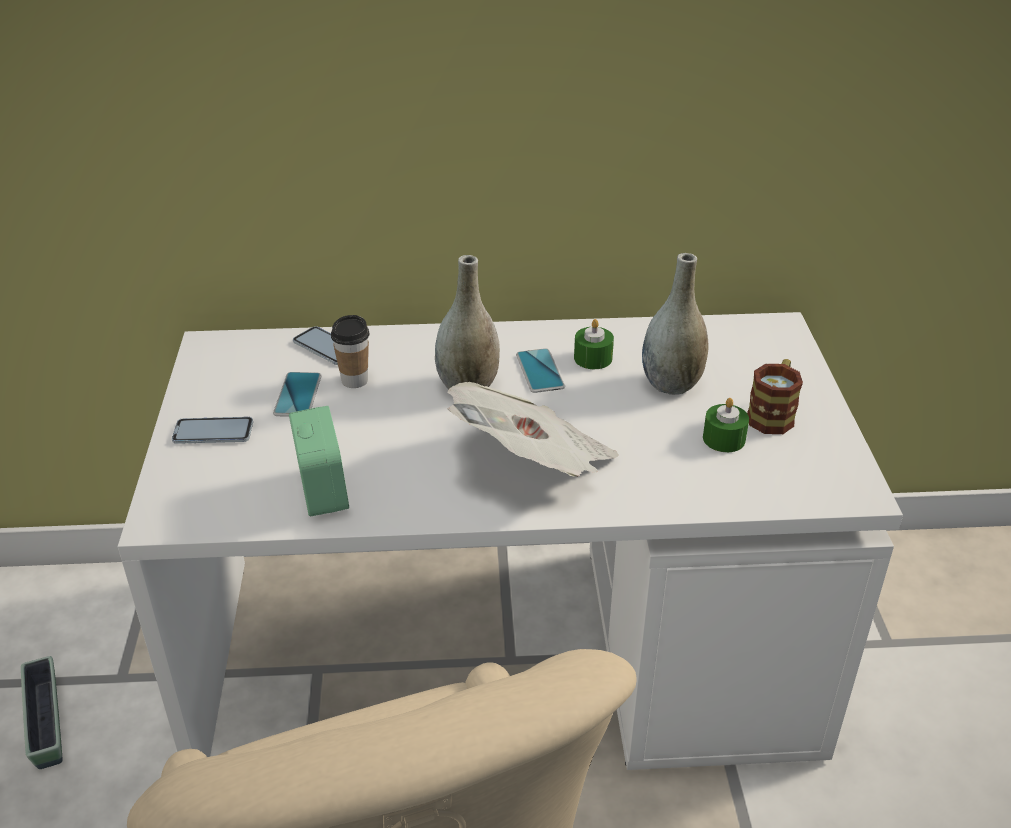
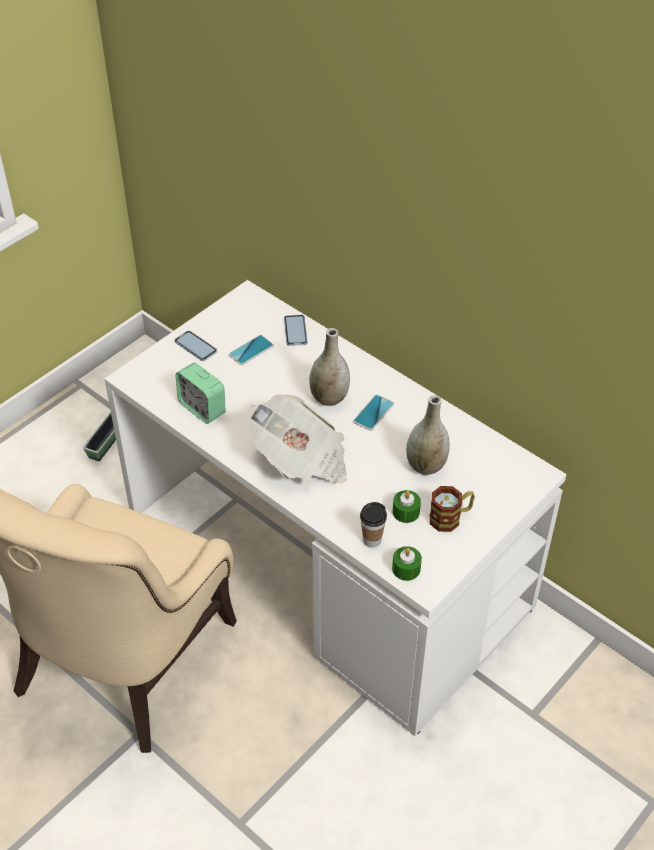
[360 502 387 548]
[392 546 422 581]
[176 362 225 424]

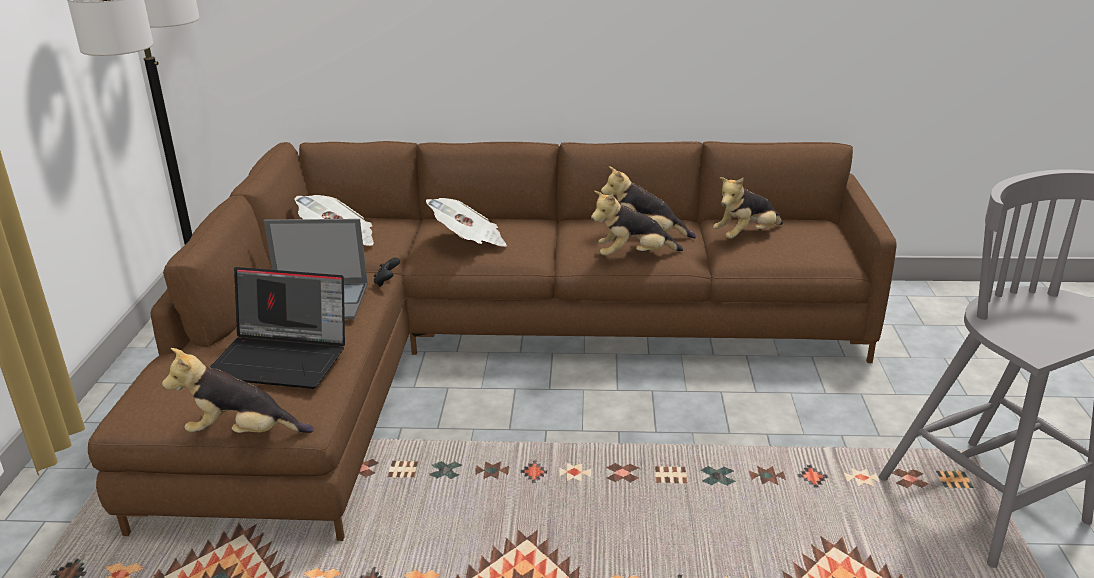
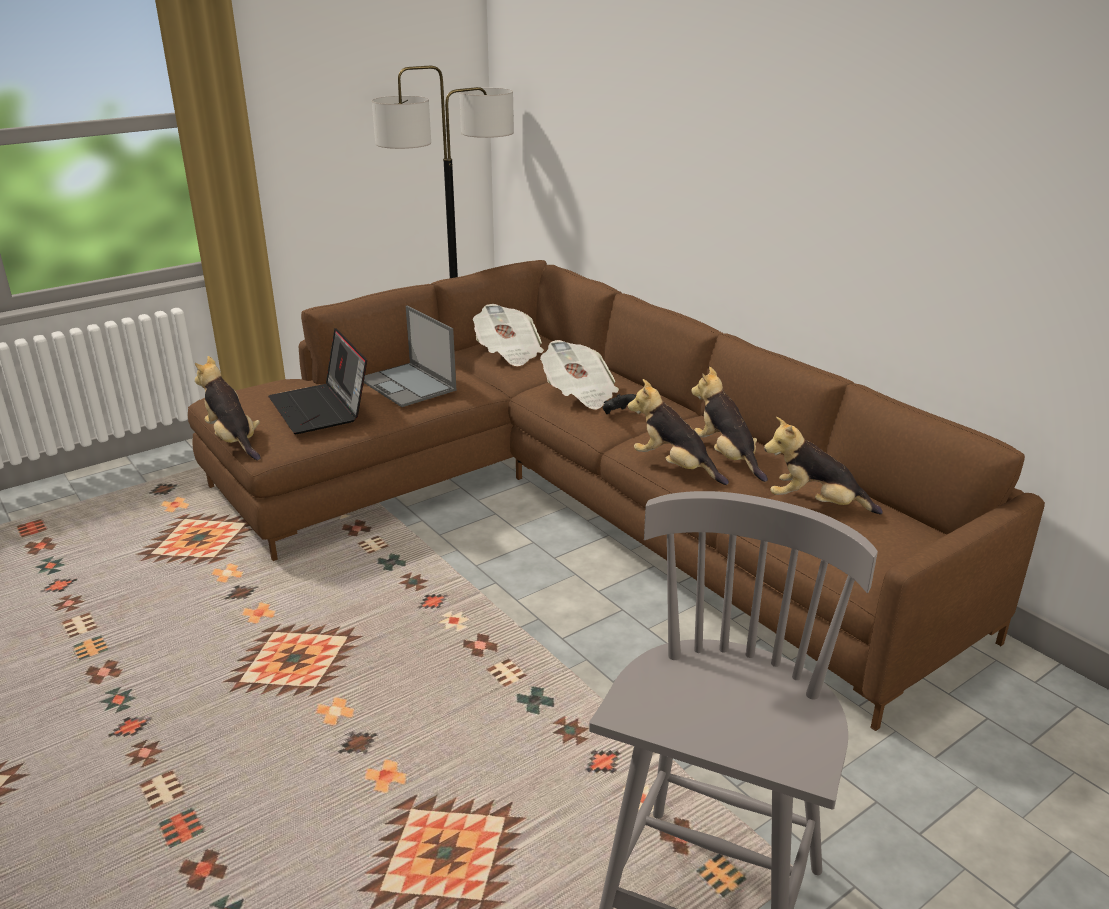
[603 394 636 414]

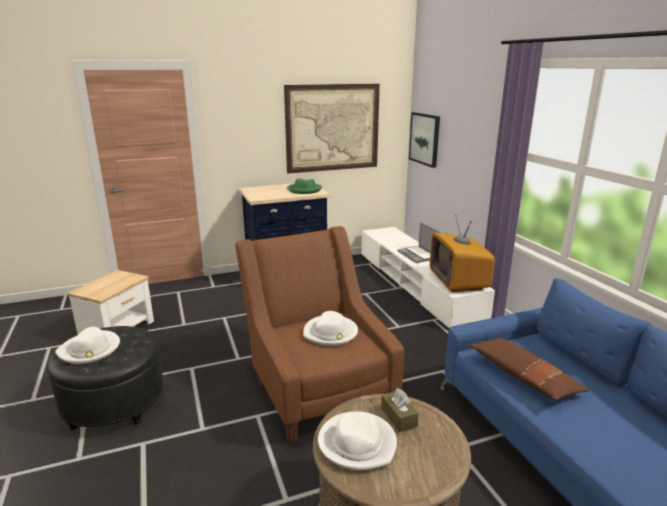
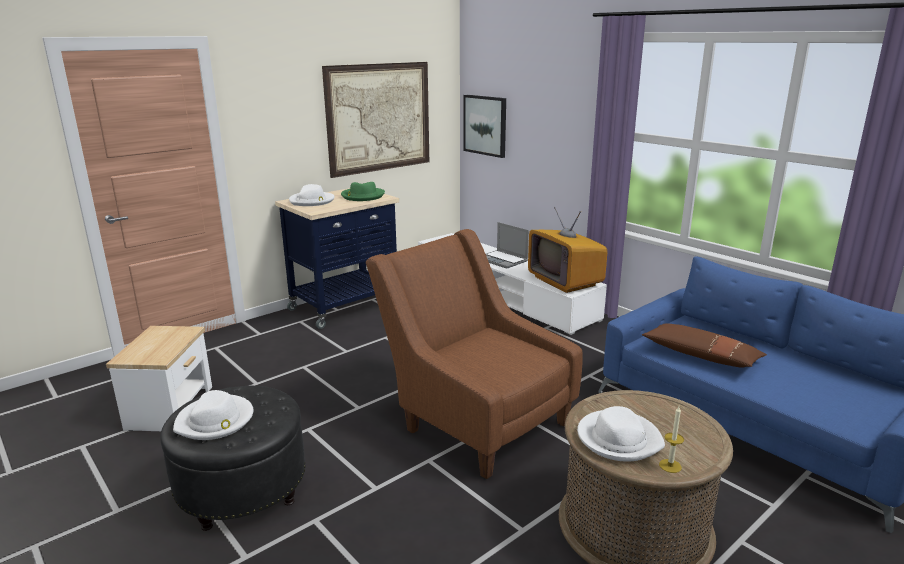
[381 388 419 432] (first image)
[659 407 684 473]
[289 184 335 206]

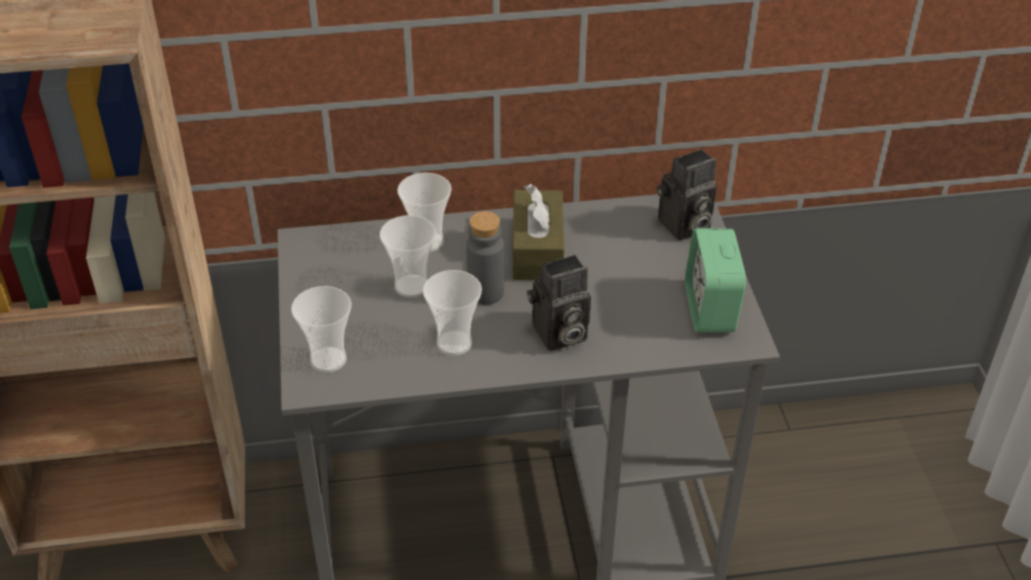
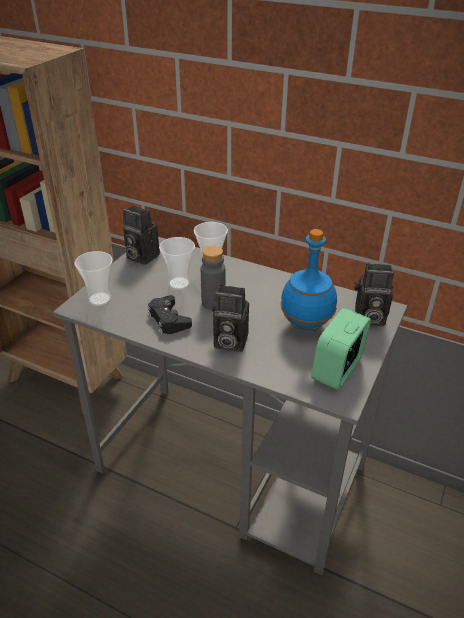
[513 184 564 280] (first image)
[123 205 160 265]
[281 229 337 333]
[148 295 192 334]

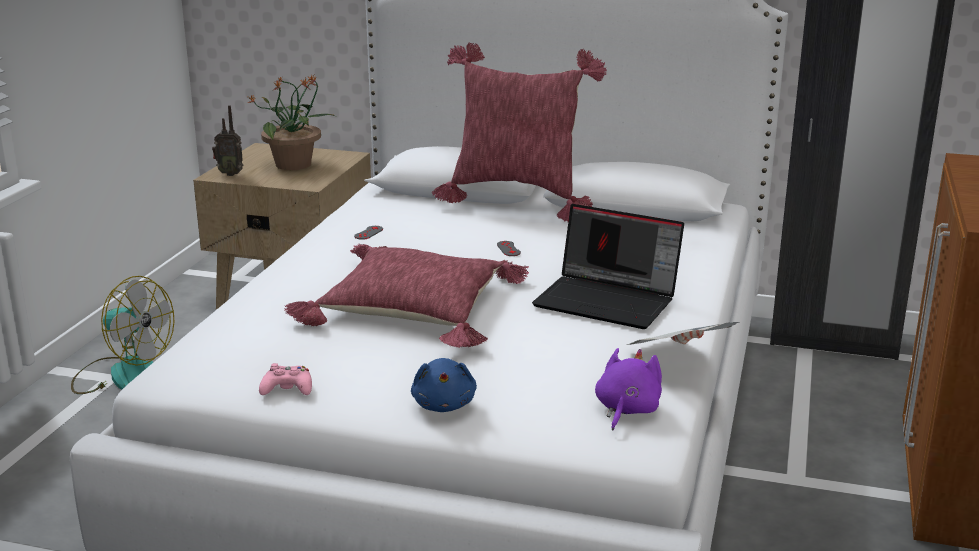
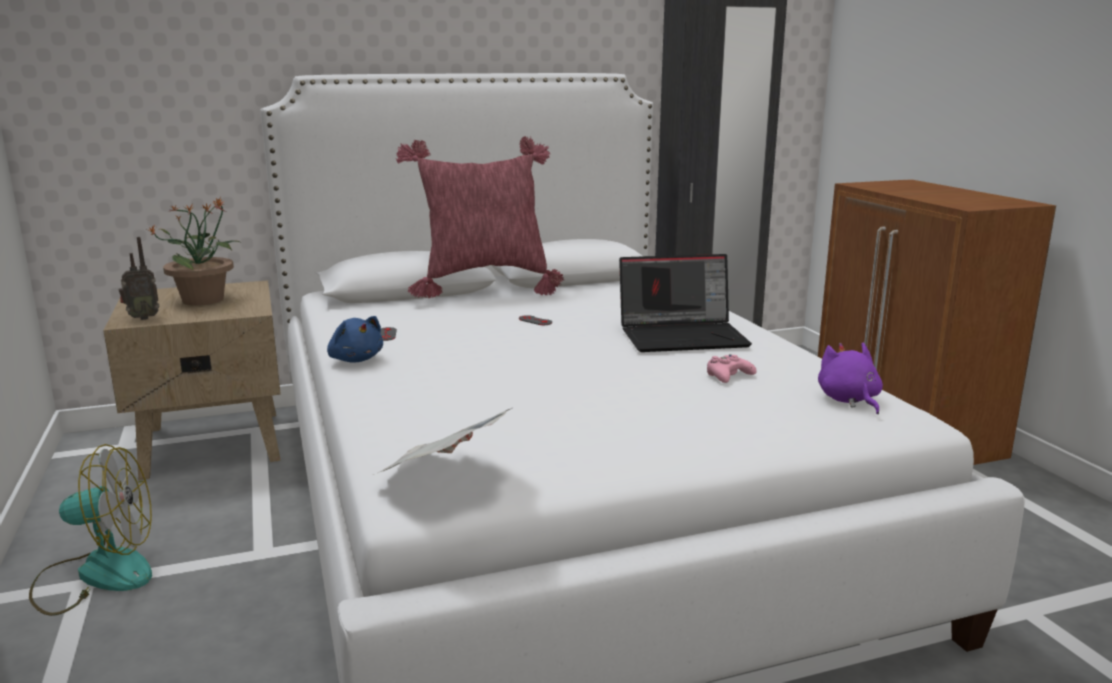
[284 244 529 348] (first image)
[707 354 757 383]
[327 316 383 363]
[373 408 512 475]

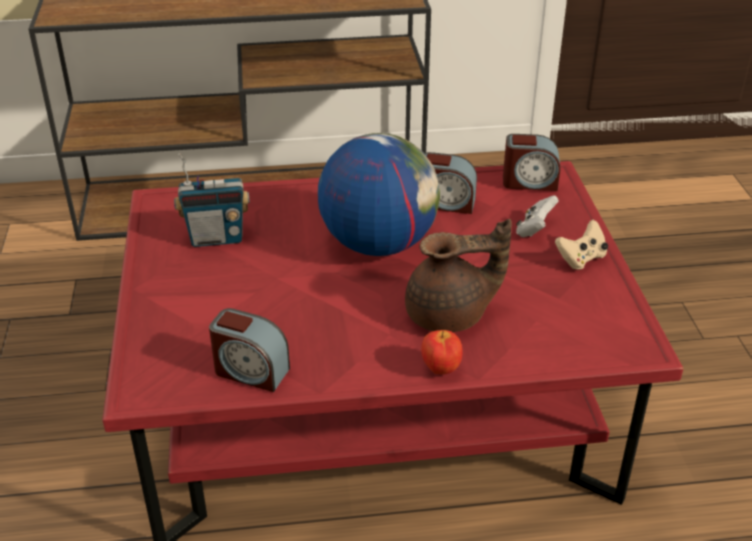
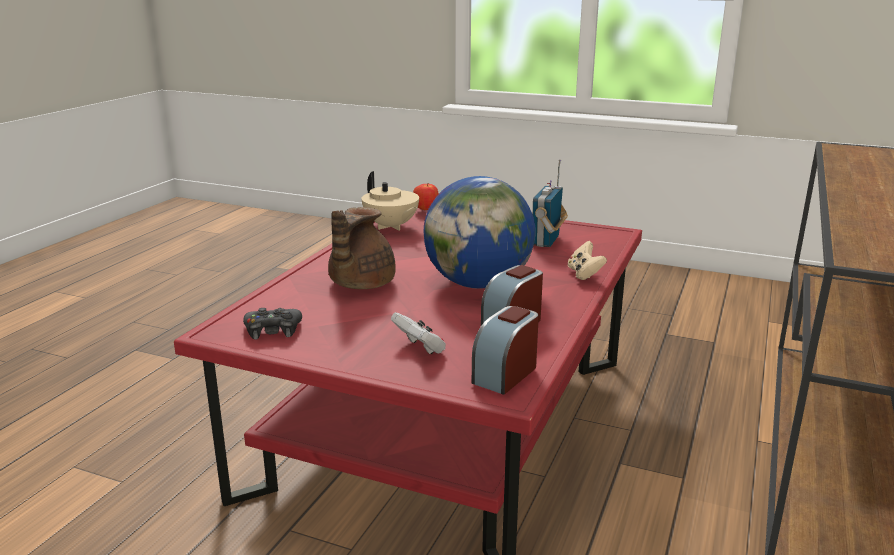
[243 308 302 340]
[413 184 439 210]
[568 241 607 280]
[362 171 419 231]

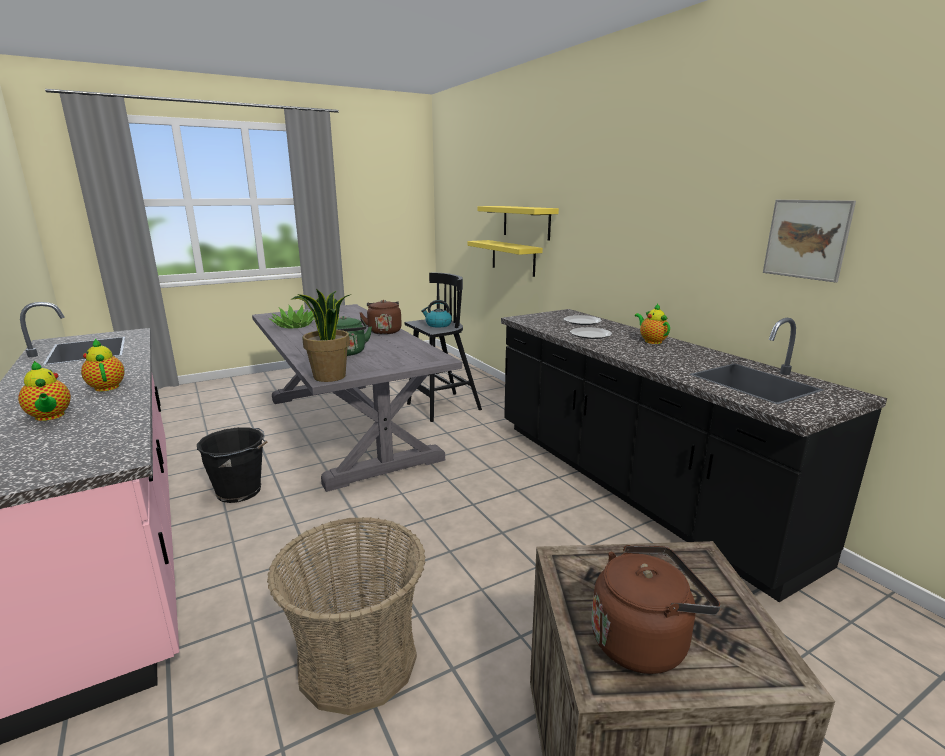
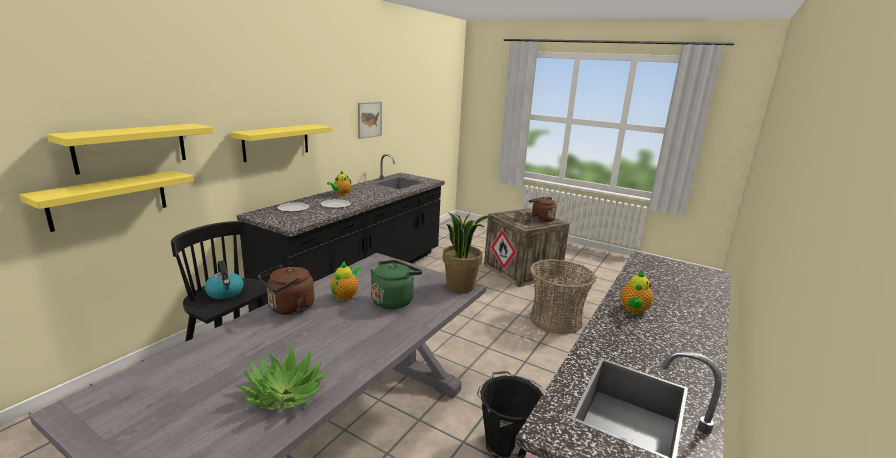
[230 124 332 162]
[330 262 361 301]

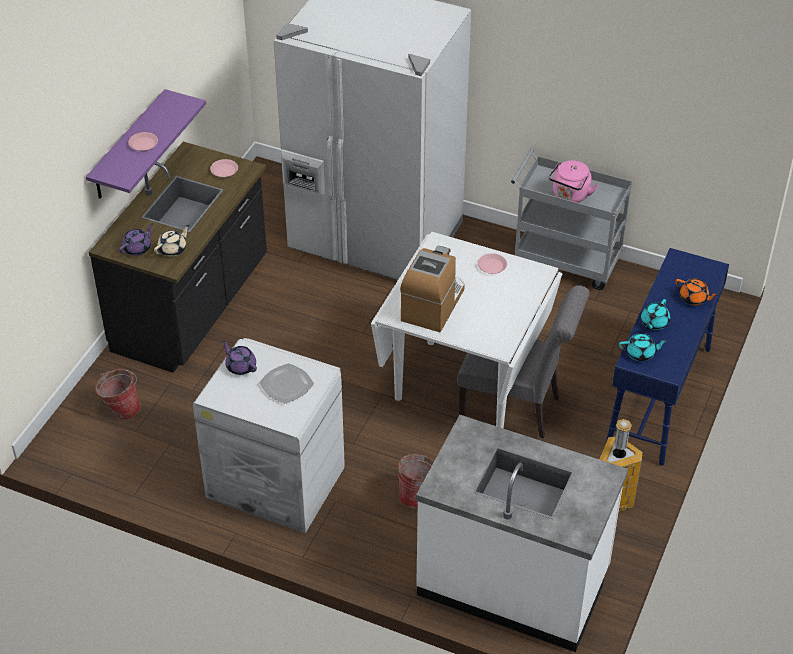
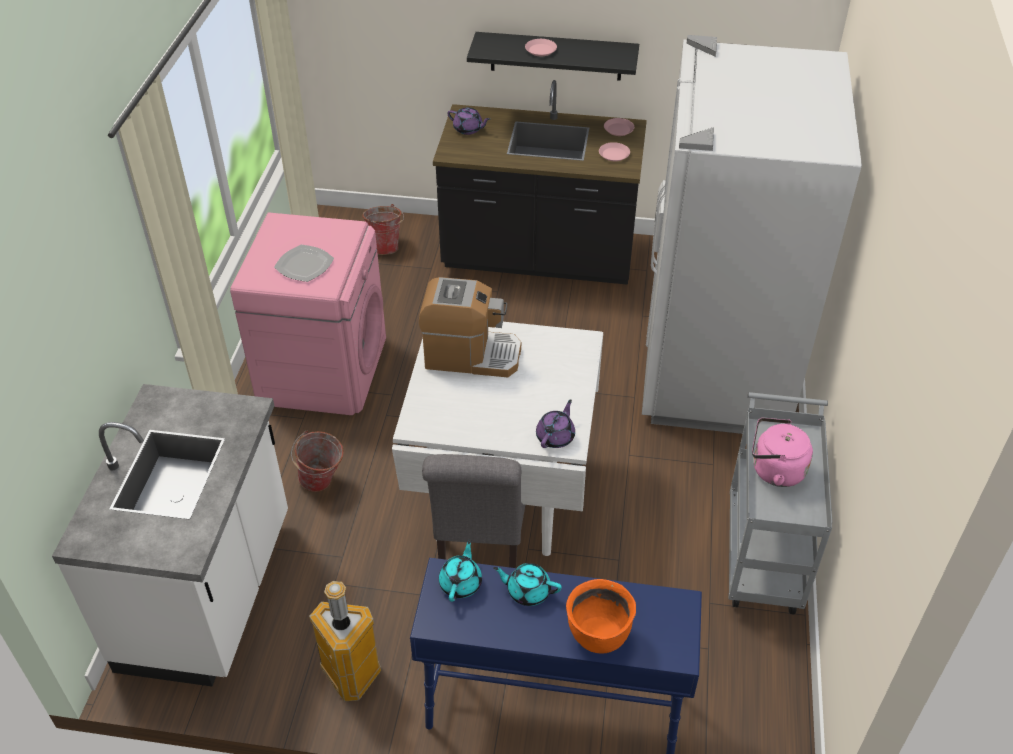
[154 225 190 257] (first image)
[536 399 575 448]
[604 118 634 136]
[566 579 636 653]
[467 32 639 81]
[230 212 386 415]
[439 539 482 602]

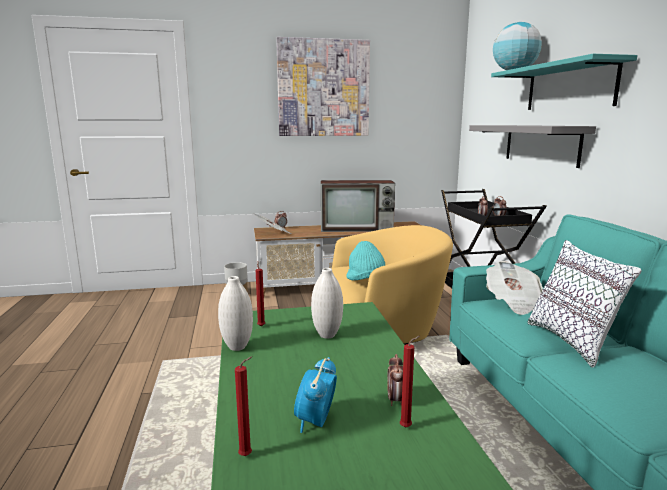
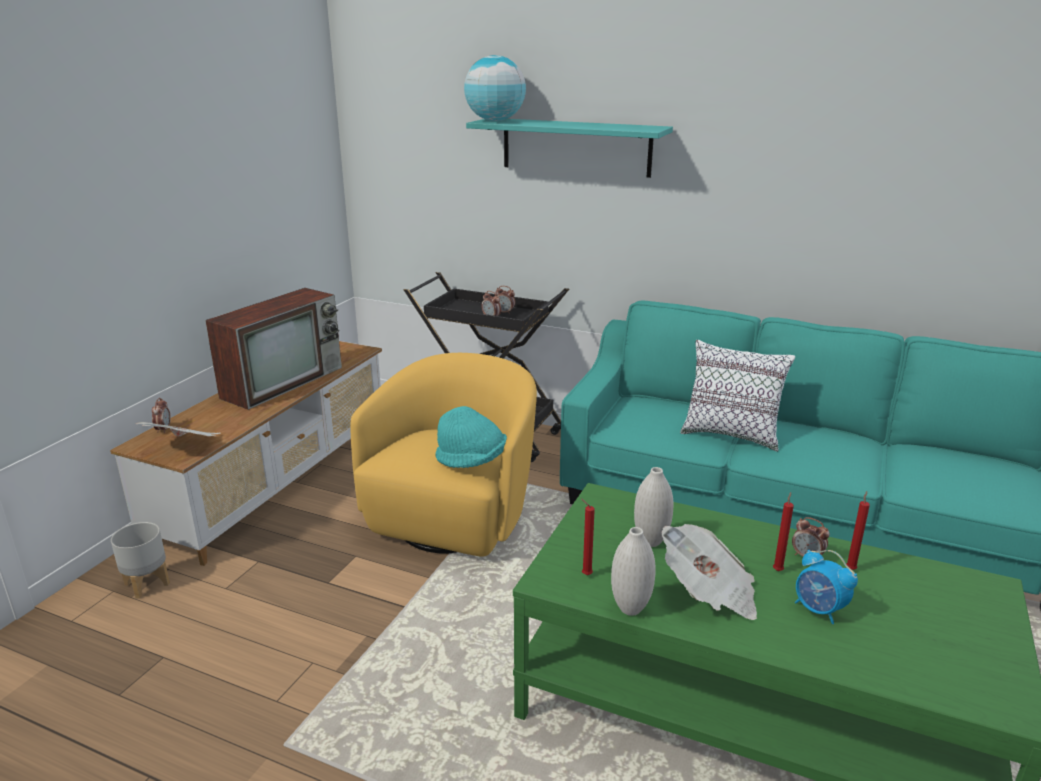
[276 37 370 136] (first image)
[469 125 596 168] (first image)
[773 492 794 571]
[662 524 757 620]

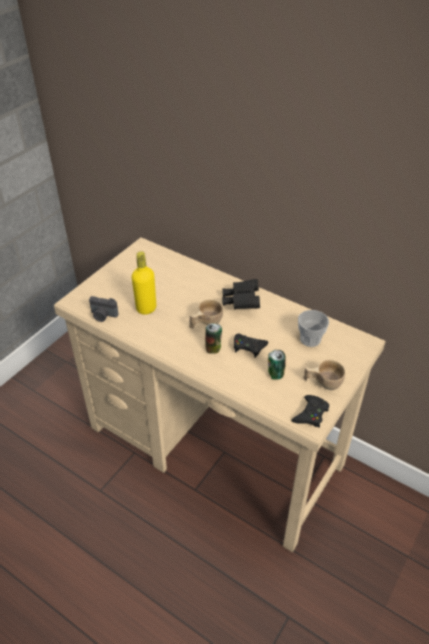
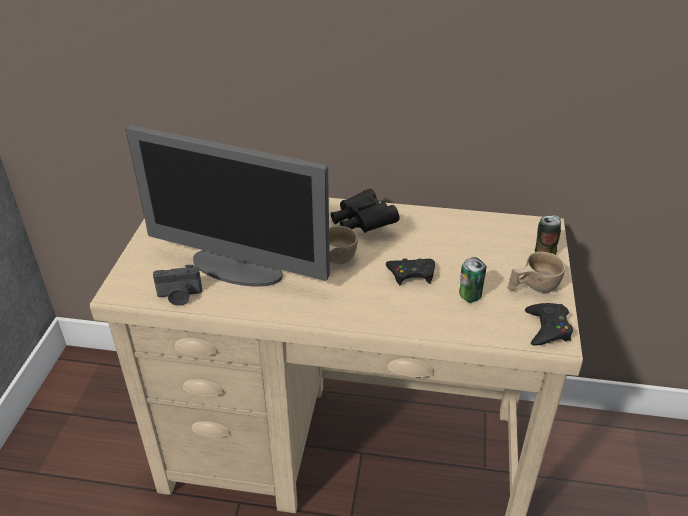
[298 310 329 347] (first image)
[535 215 561 255]
[125 125 330 287]

